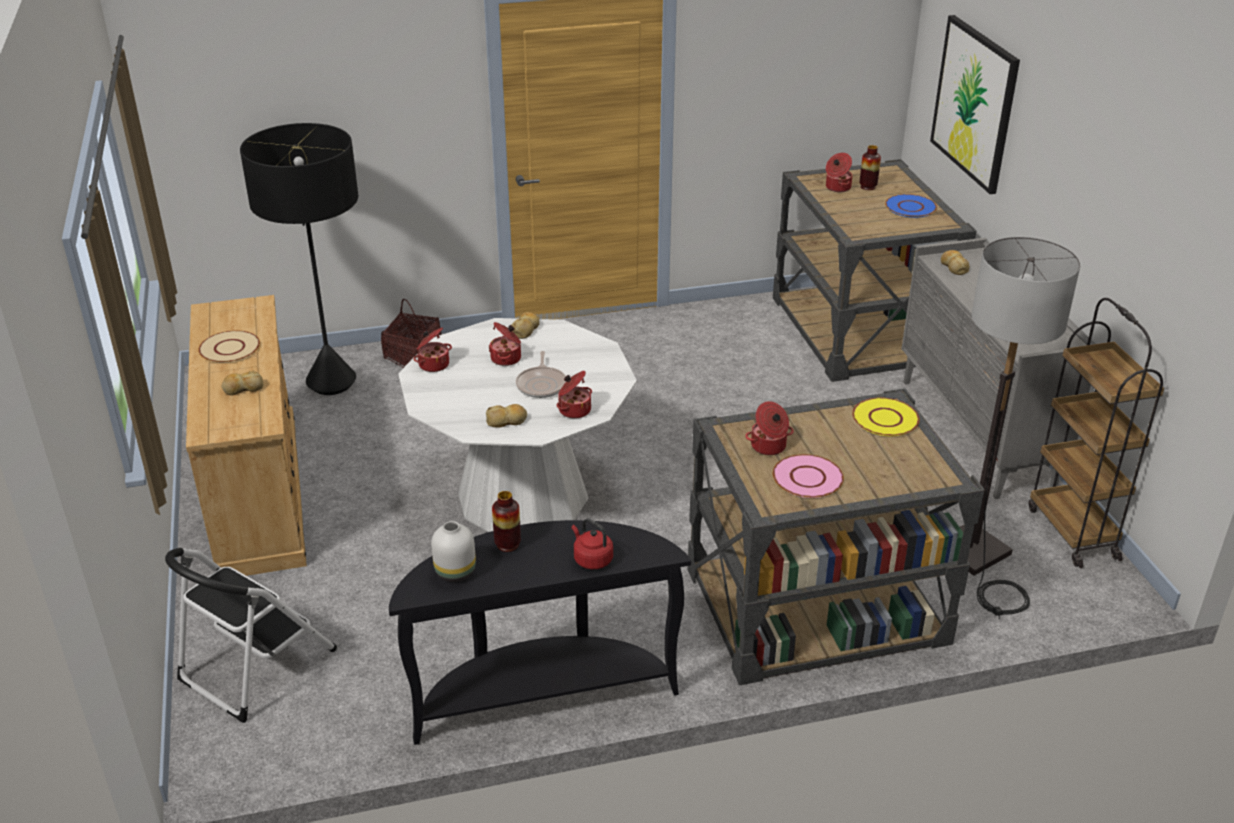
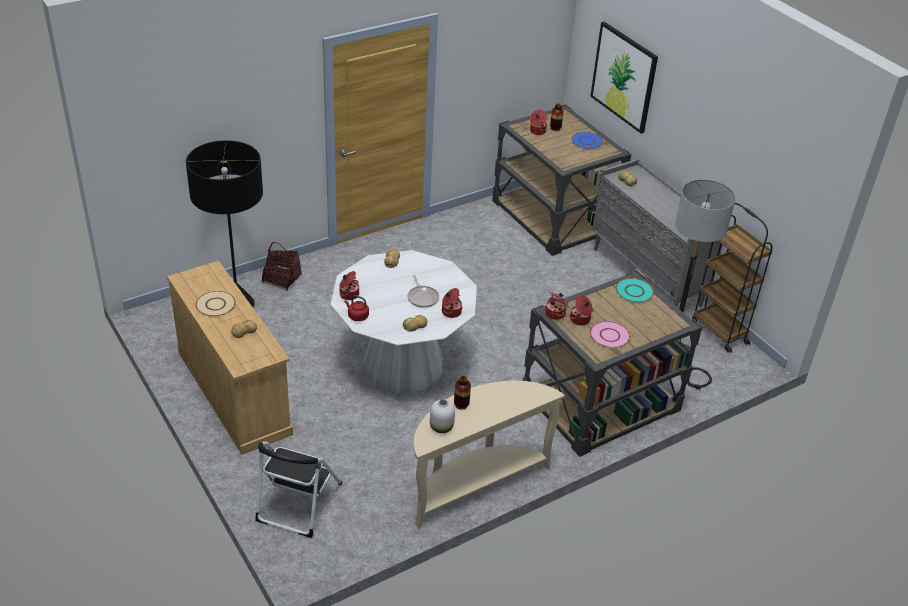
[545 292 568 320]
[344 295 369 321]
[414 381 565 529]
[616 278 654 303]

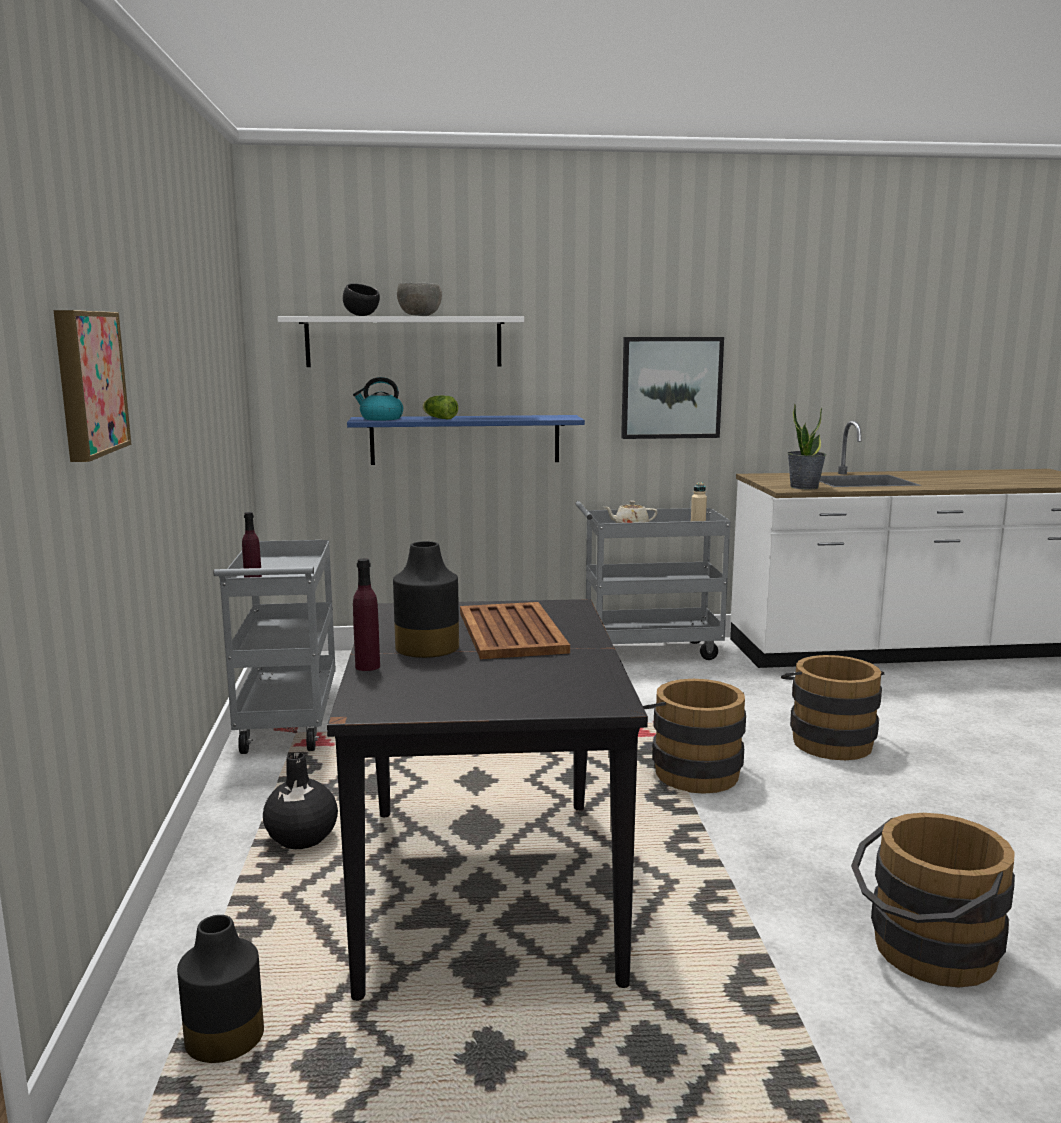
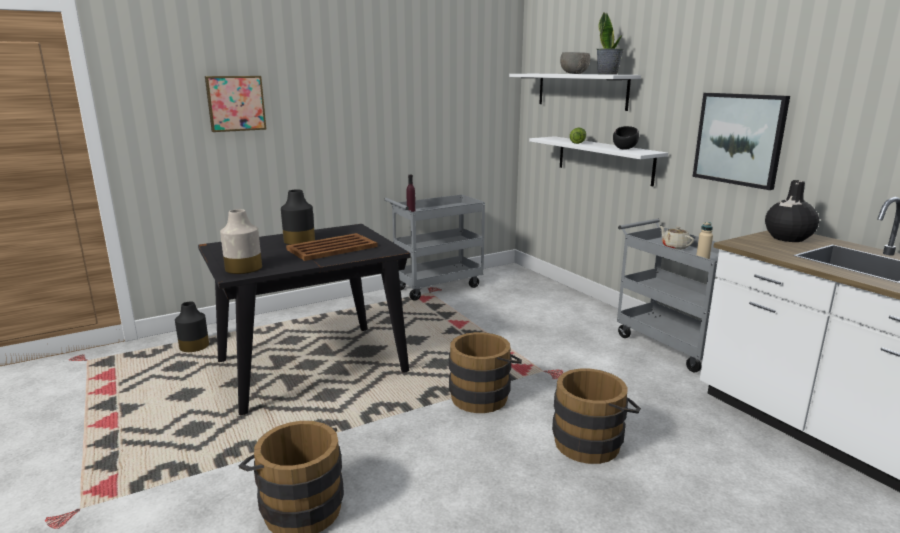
[353 377 403 421] (first image)
[353 558 380 671] (first image)
[220 209 262 274]
[765 180 819 242]
[613 126 639 150]
[597 12 624 75]
[529 136 668 186]

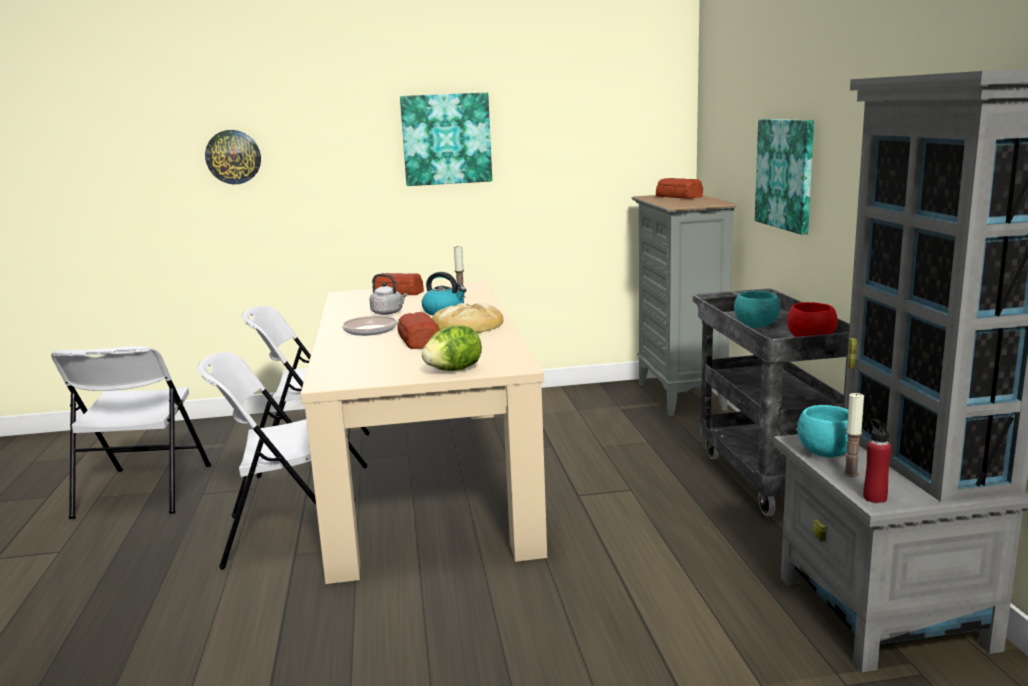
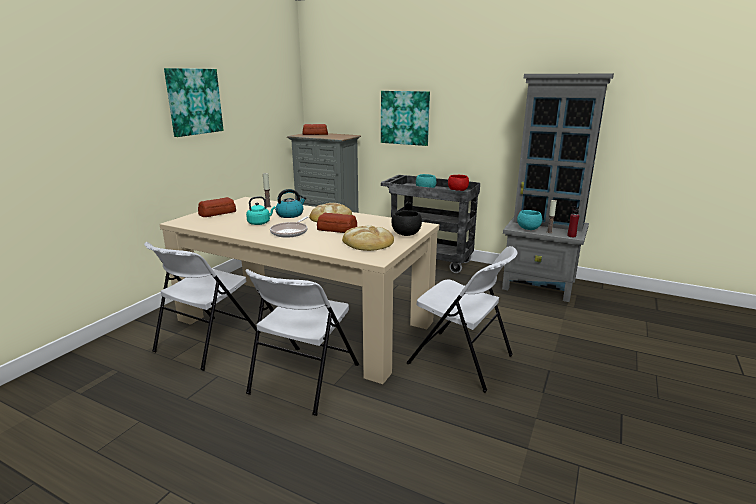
[205 130 261 184] (first image)
[342 225 394 251]
[407 246 517 393]
[391 210 422 236]
[246 196 275 225]

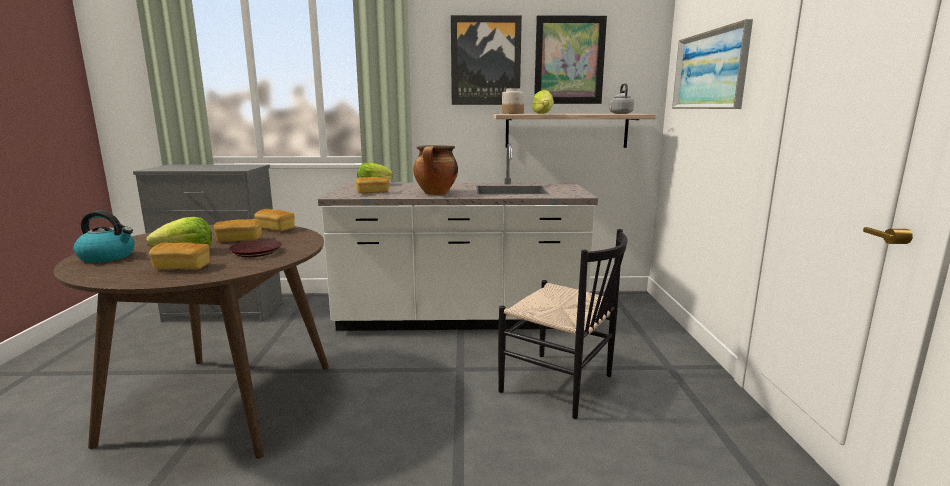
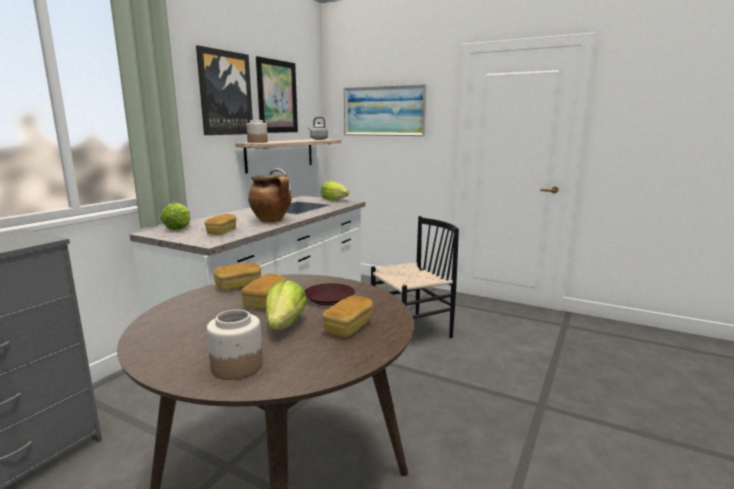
[321 181 349 201]
[207 310 263 380]

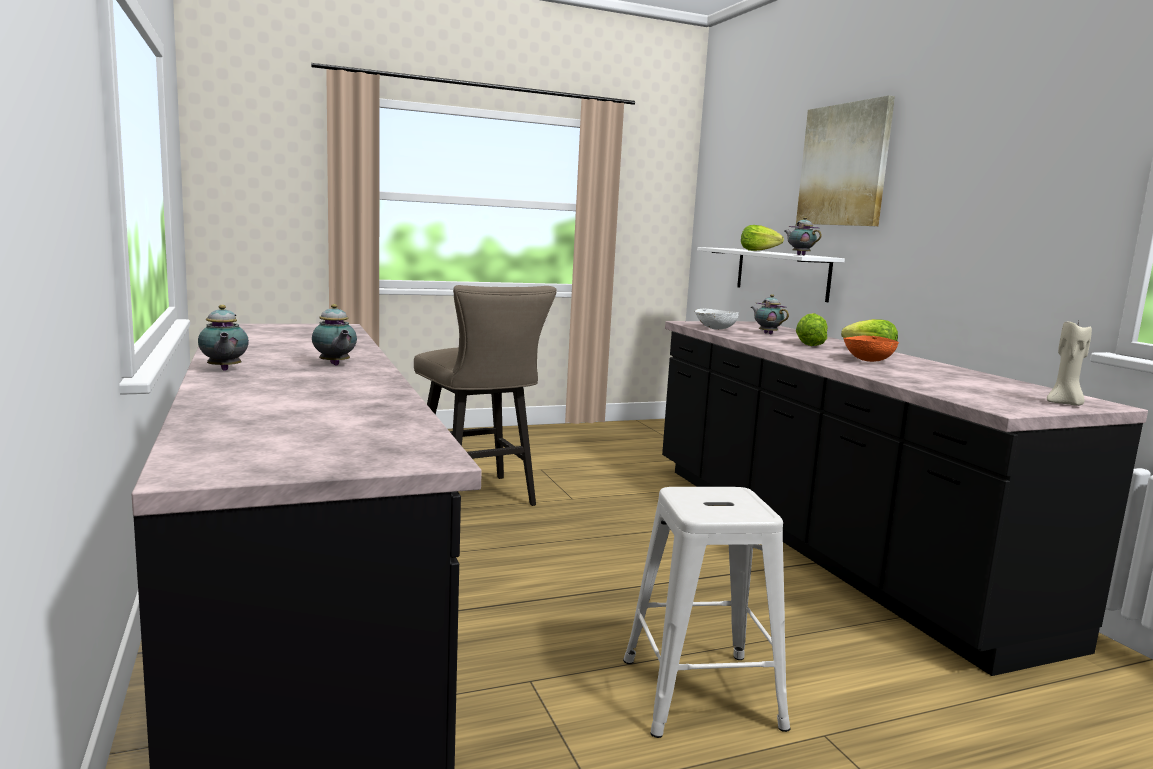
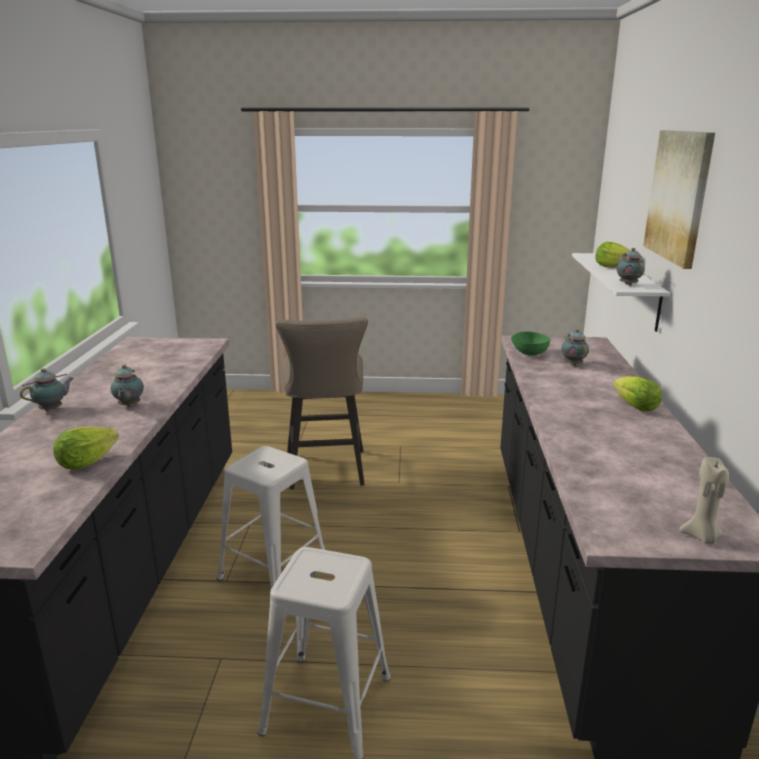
[843 335 899 362] (first image)
[216 446 325 589]
[53 426 119 469]
[511 331 550 356]
[20 368 74 411]

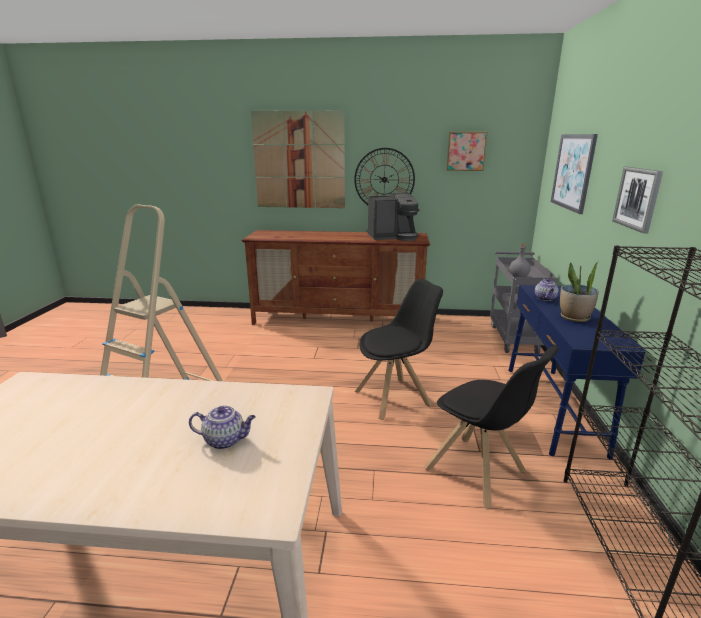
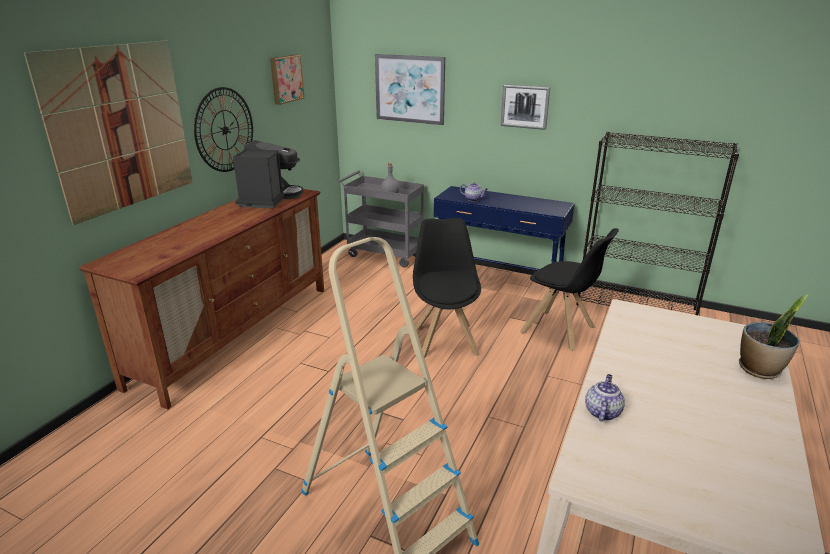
[585 374 625 421]
[739 294 809 379]
[520 228 619 351]

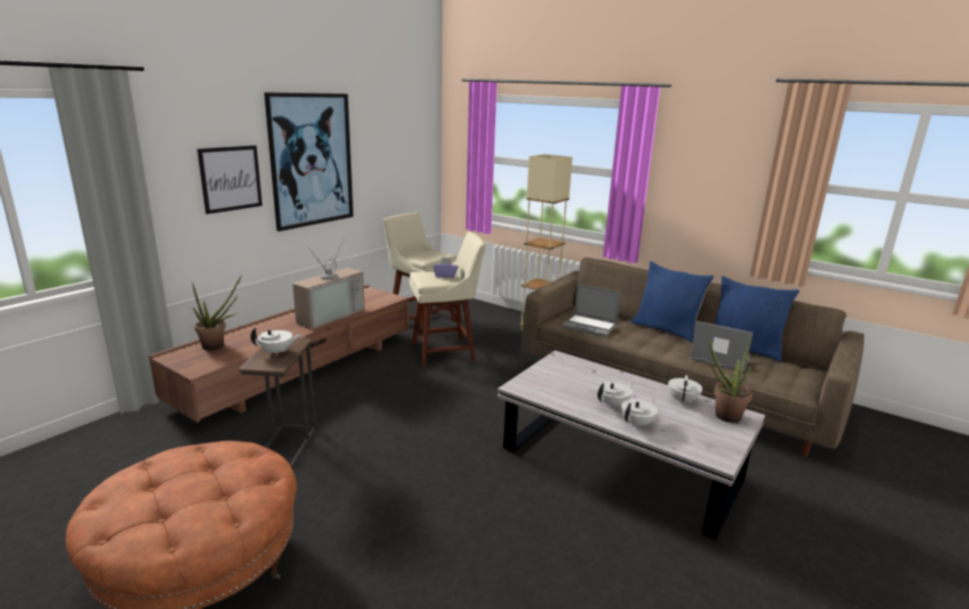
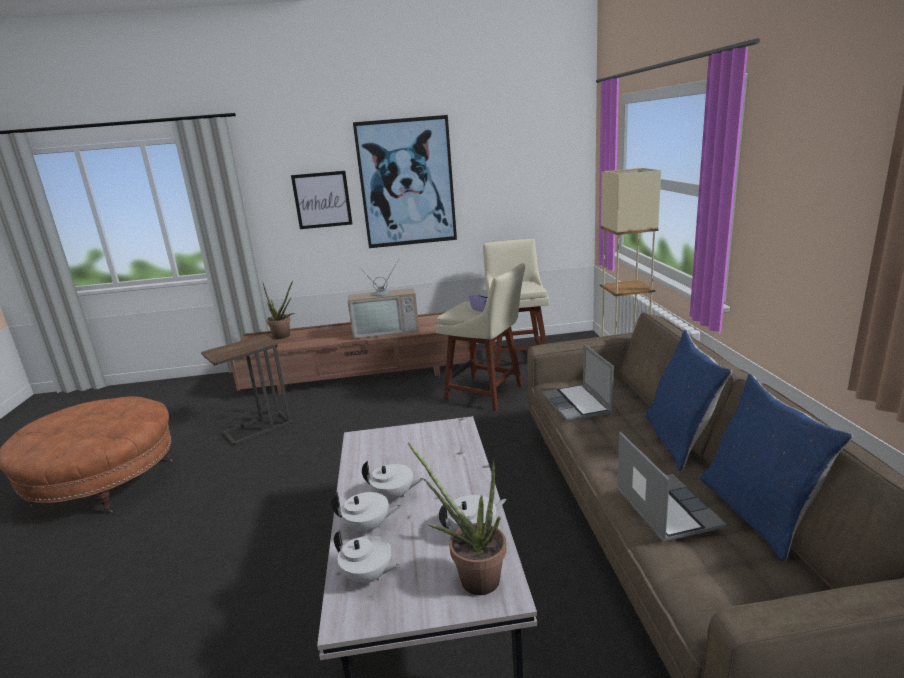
[334 530 400 586]

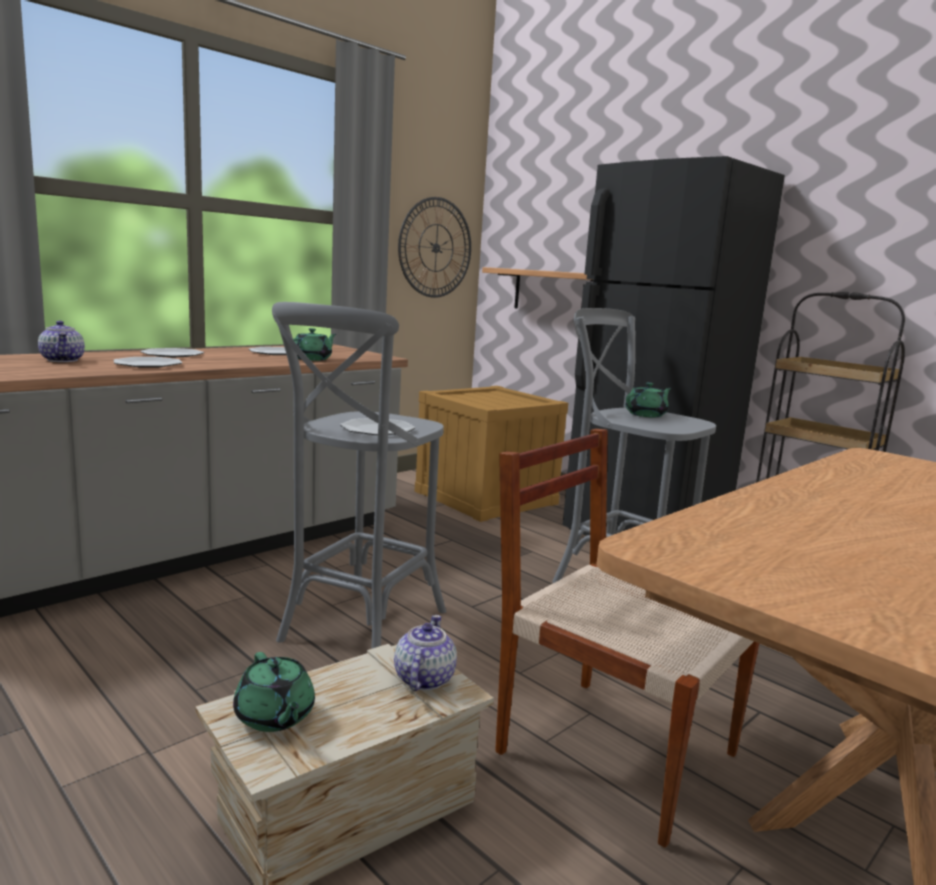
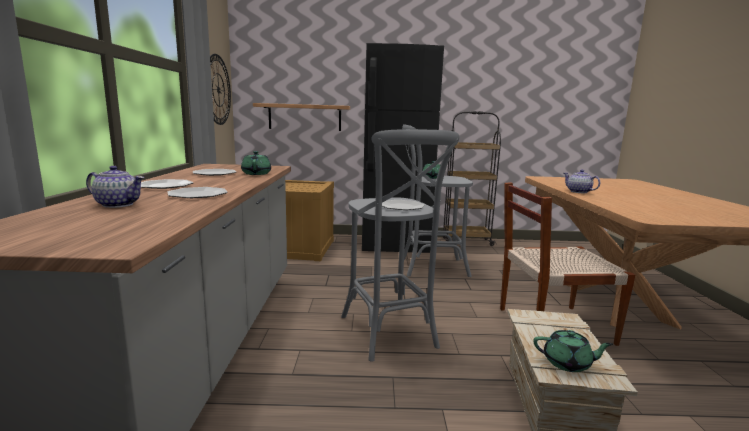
[564 170 600 193]

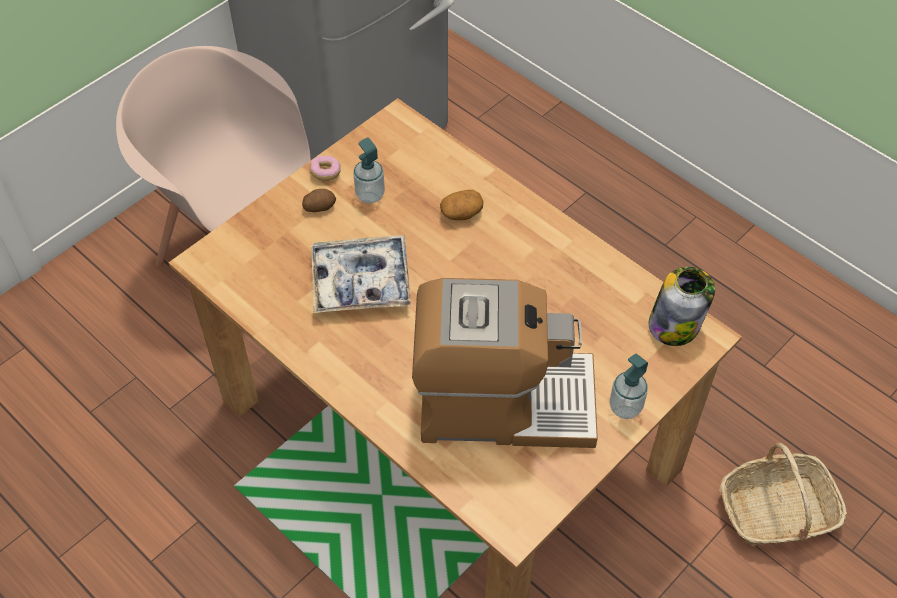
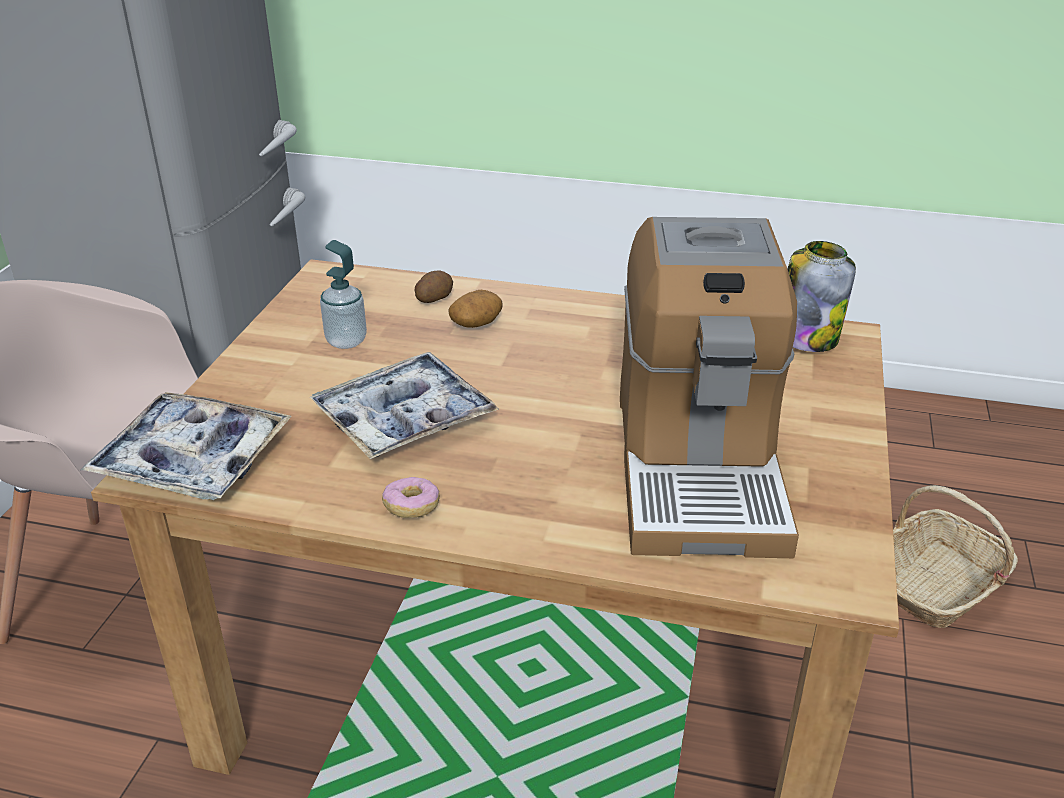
[609 354 648 419] (first image)
[81 392 292 500]
[415 270 453 303]
[382 477 440 518]
[620 217 799 558]

